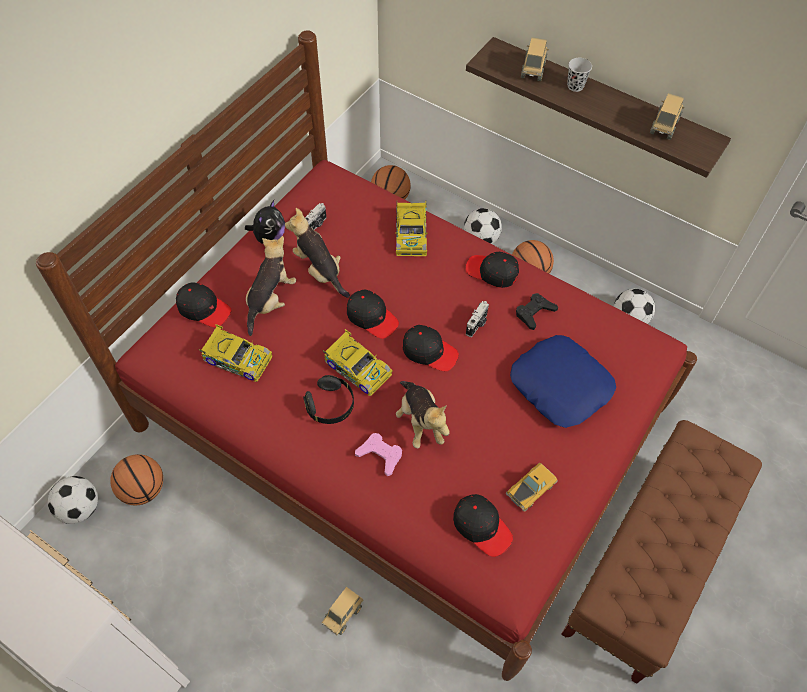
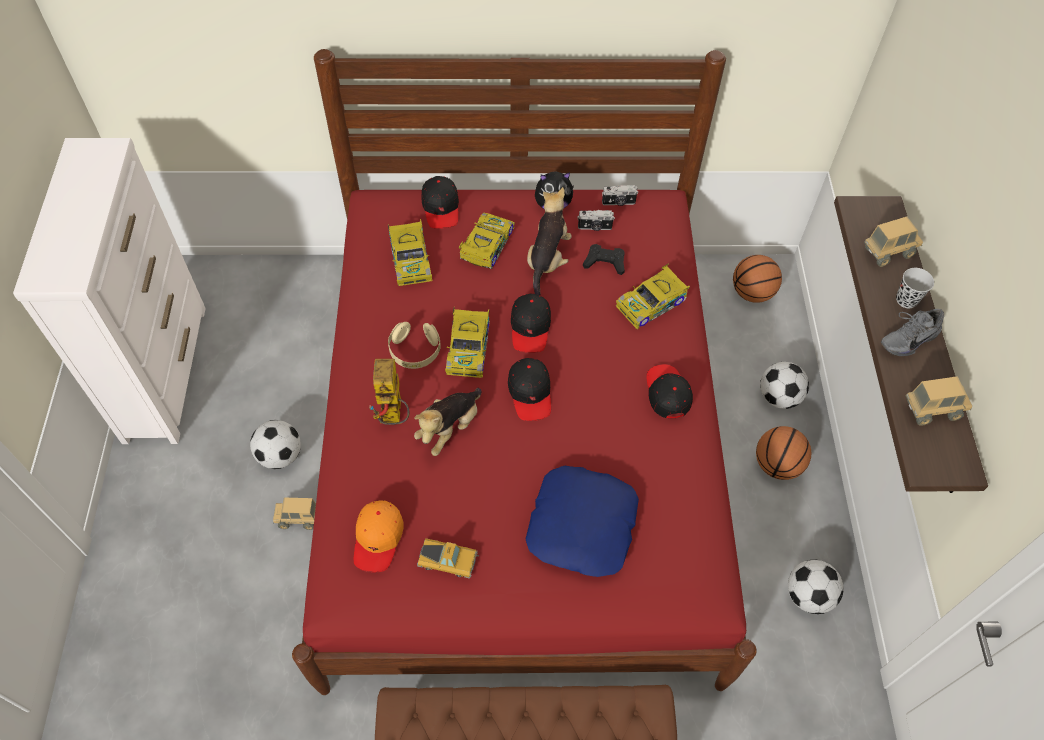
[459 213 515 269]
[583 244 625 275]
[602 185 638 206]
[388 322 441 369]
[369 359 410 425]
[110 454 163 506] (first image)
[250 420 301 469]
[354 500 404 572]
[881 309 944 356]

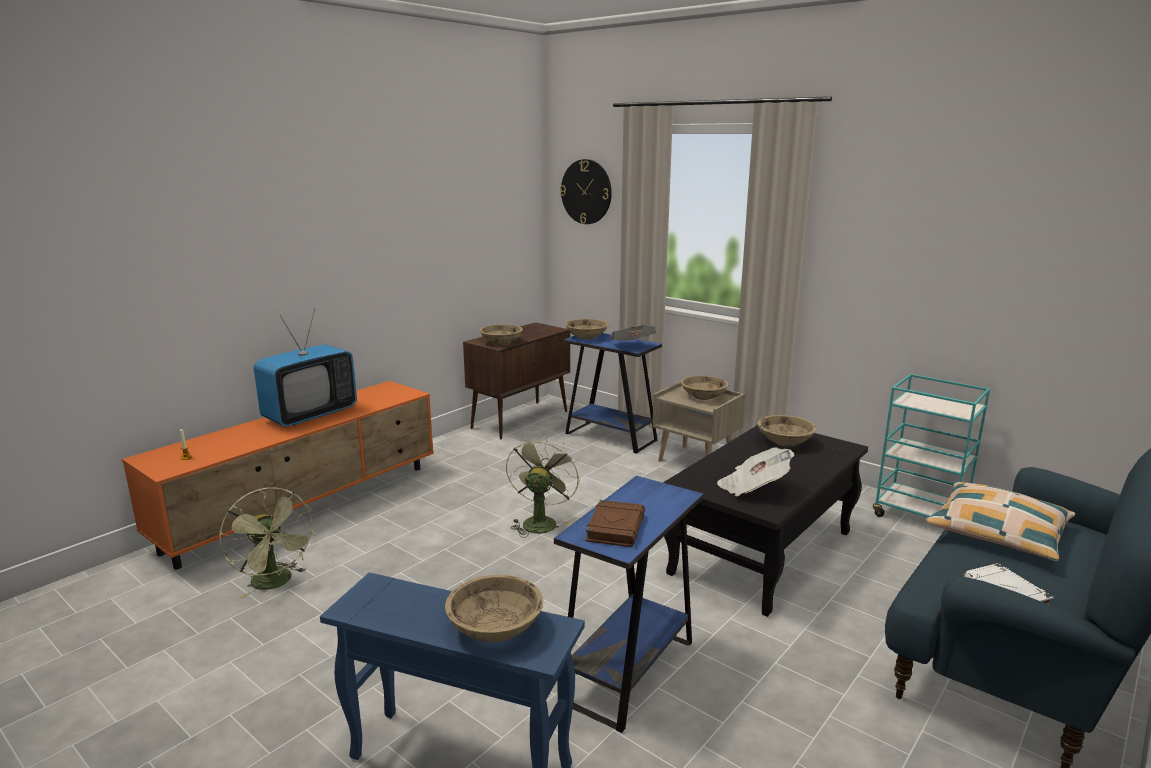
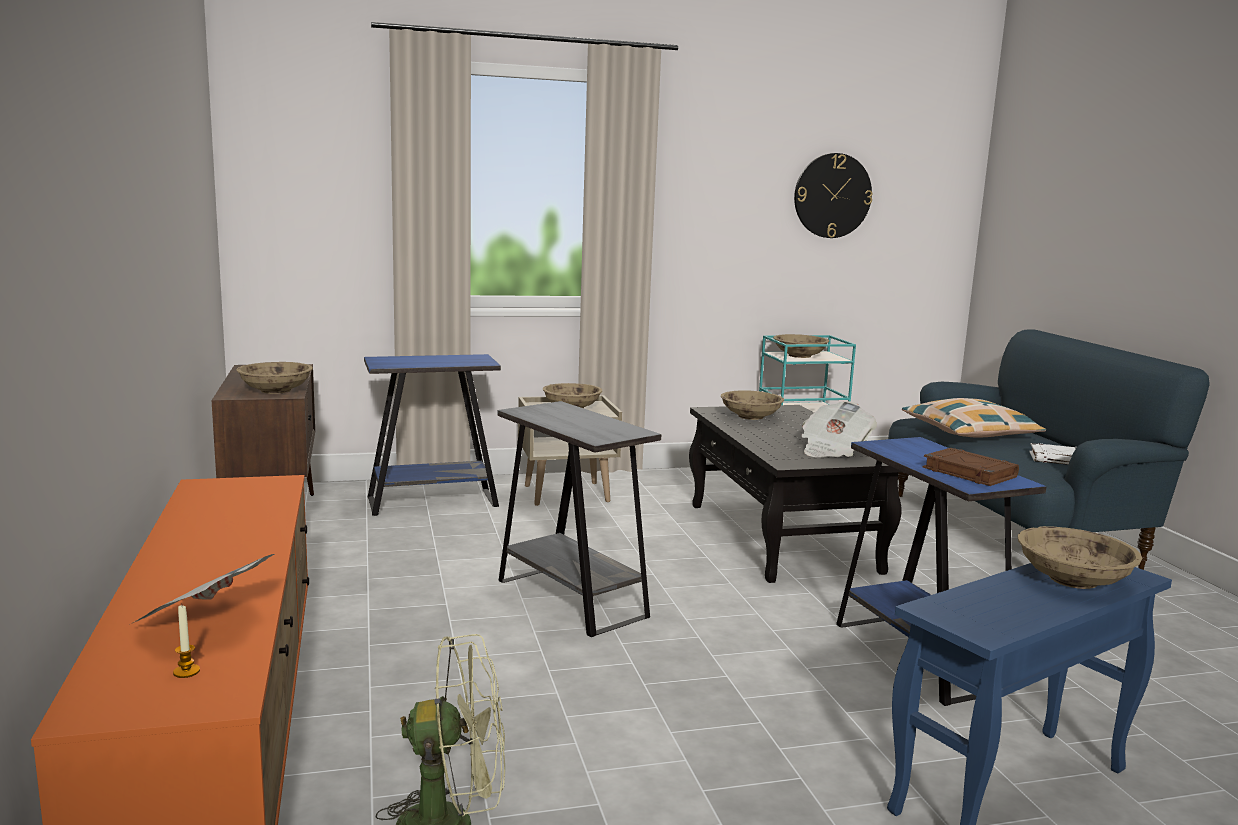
[794 153 873 238]
[254 309 357 427] (first image)
[773 334 829 358]
[131 554 274 624]
[498 401 661 637]

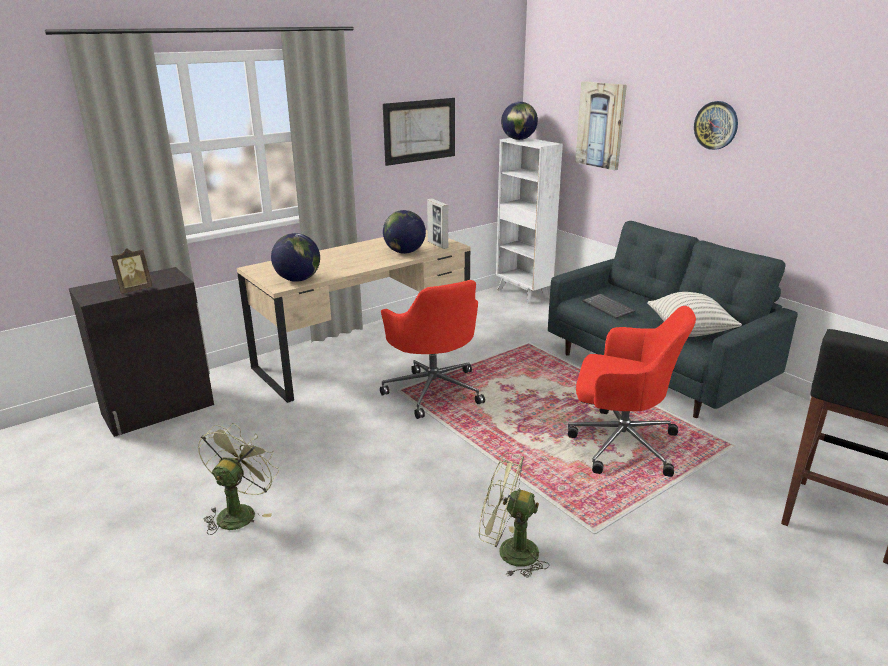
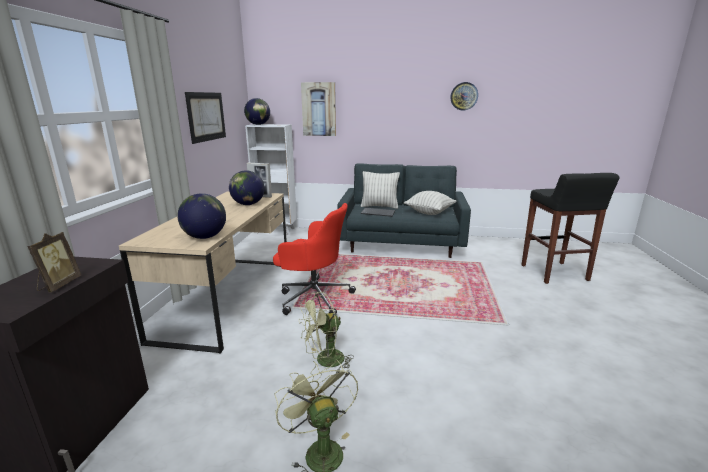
[450 82 478 110]
[568 306 696 477] (first image)
[299 292 354 373]
[361 171 400 209]

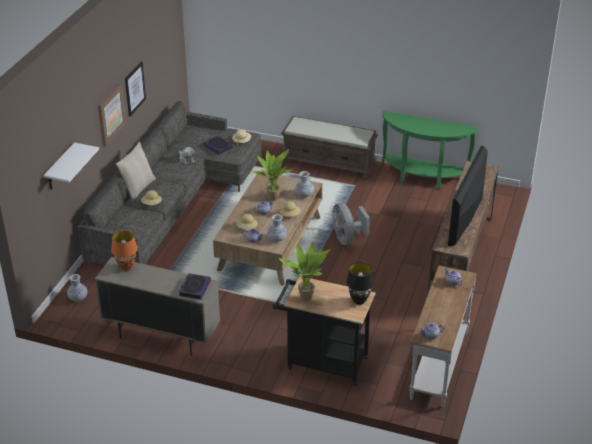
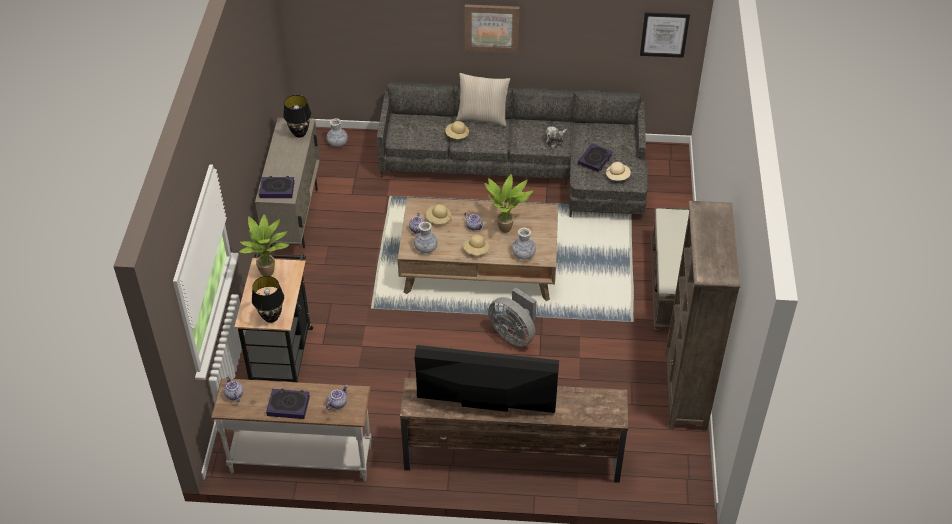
[640 12 690 58]
[665 201 741 431]
[43 142 99 190] (first image)
[488 287 537 347]
[283 95 311 138]
[266 389 310 419]

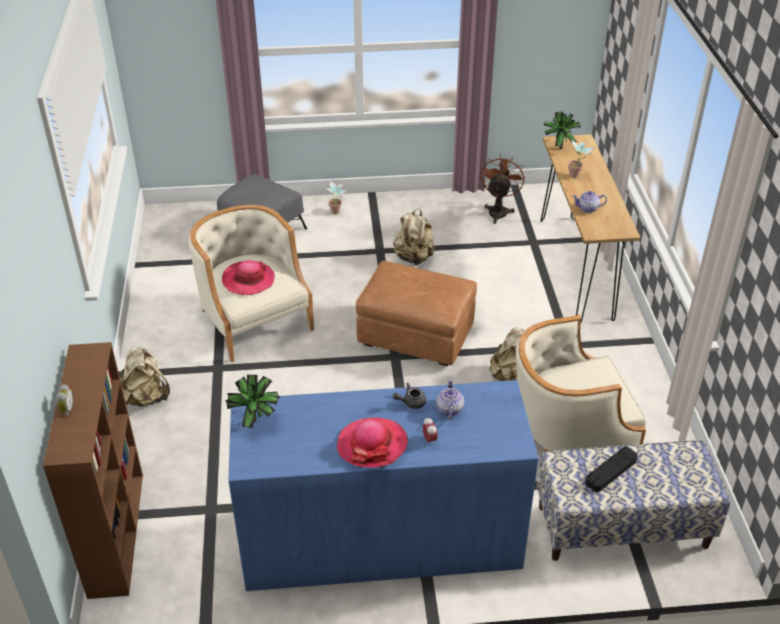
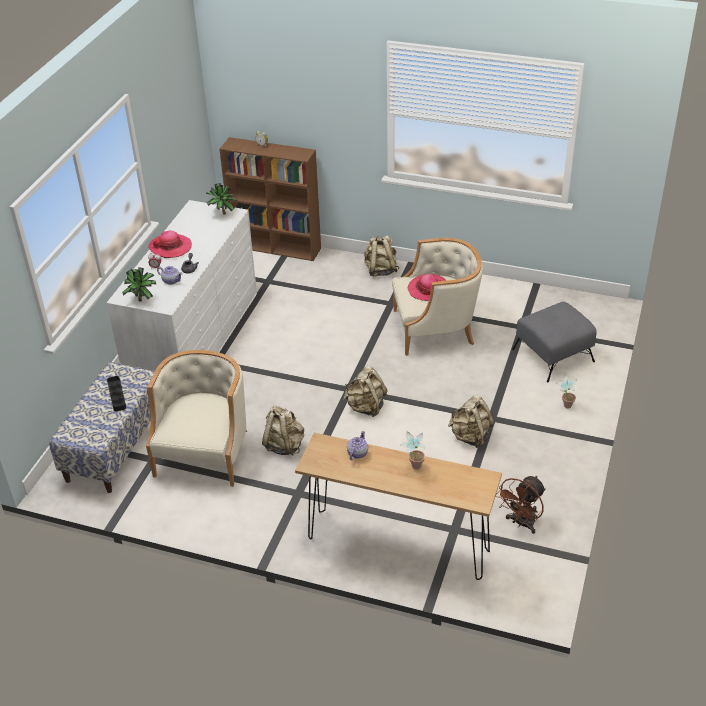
[122 267 156 302]
[496 476 546 534]
[343 366 388 417]
[107 200 257 371]

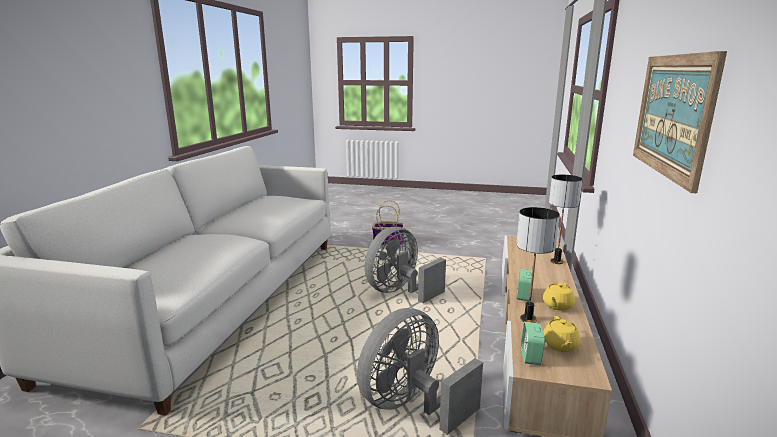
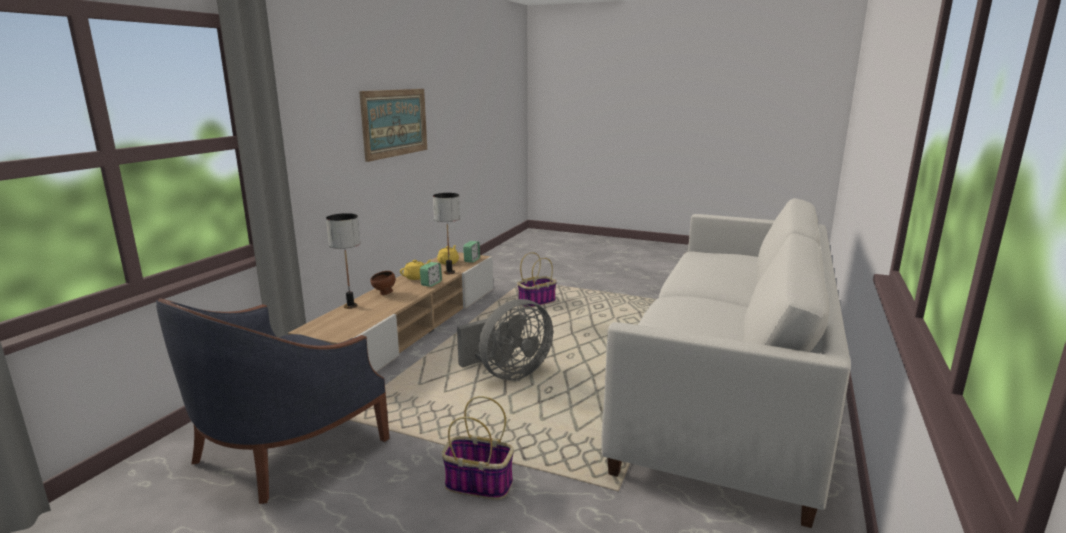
[517 252 557 308]
[370 271 395 295]
[156 298 389 504]

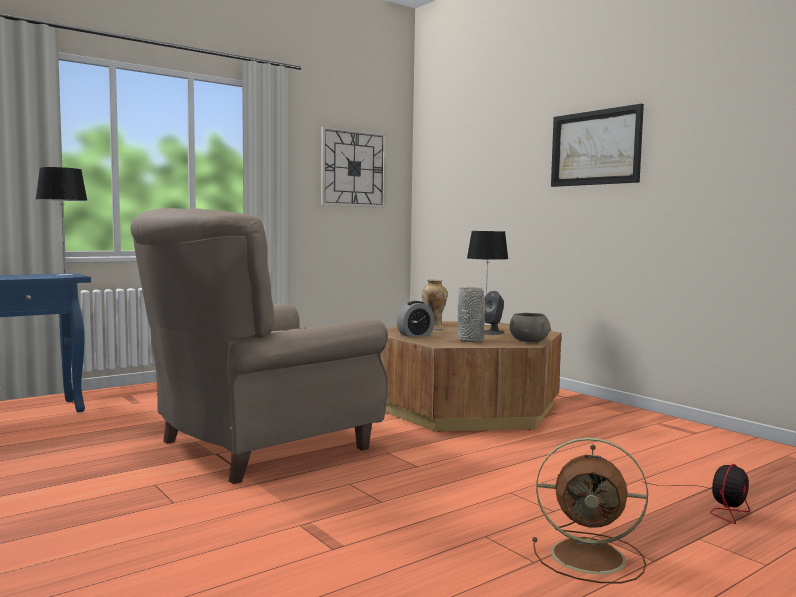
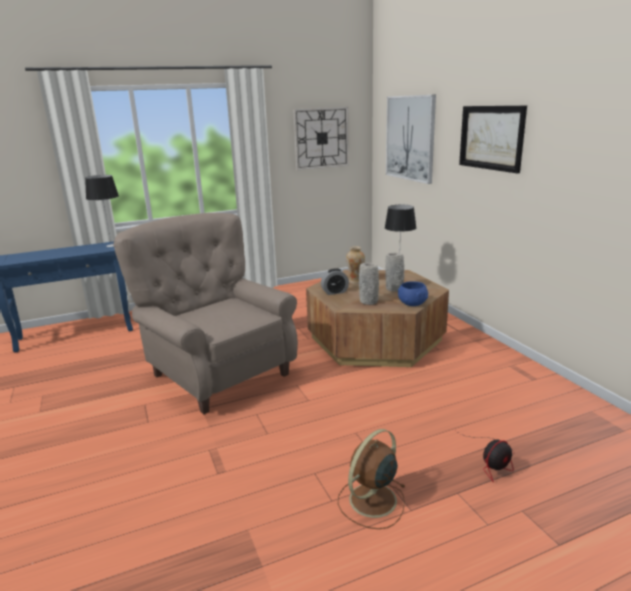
[114 213 298 414]
[385 252 404 292]
[398 281 428 306]
[338 429 406 529]
[386 95 436 184]

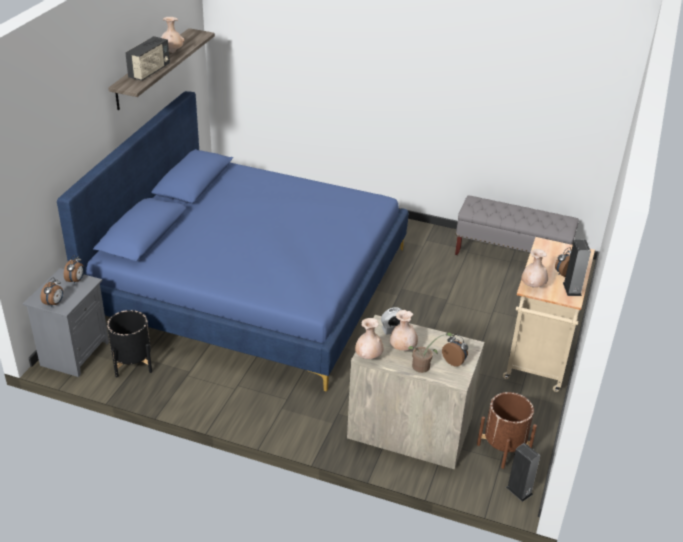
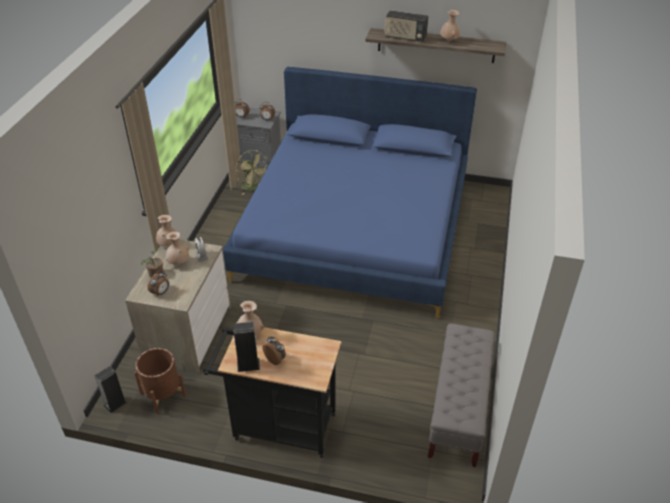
[203 327 341 458]
[235 150 268 195]

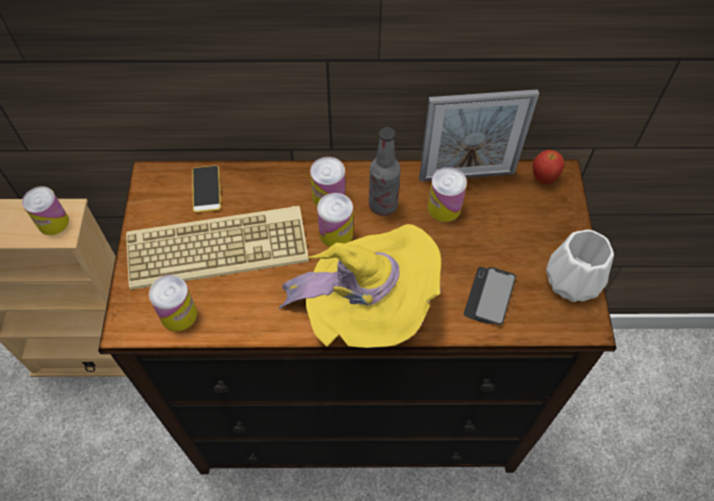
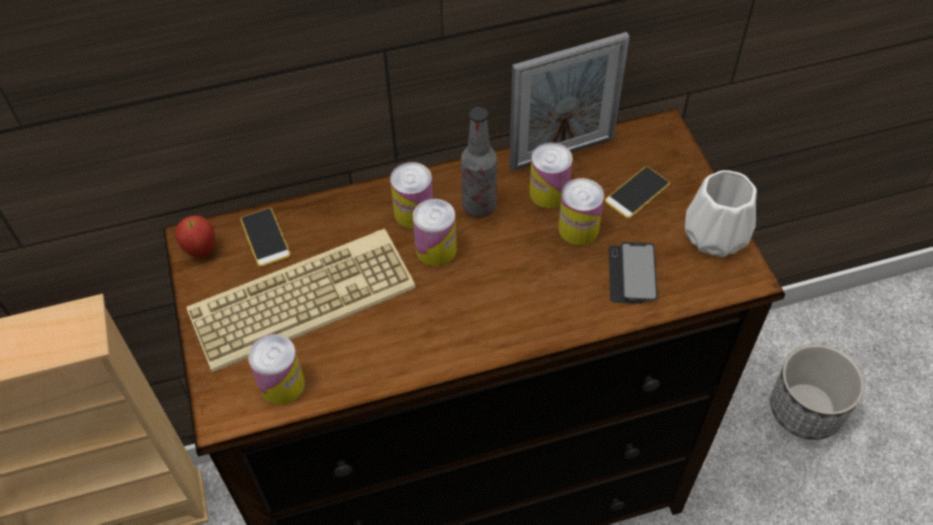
[175 215 215 258]
[558 178 604 245]
[279 224 441 348] (first image)
[605 167 670 219]
[771 344 864 440]

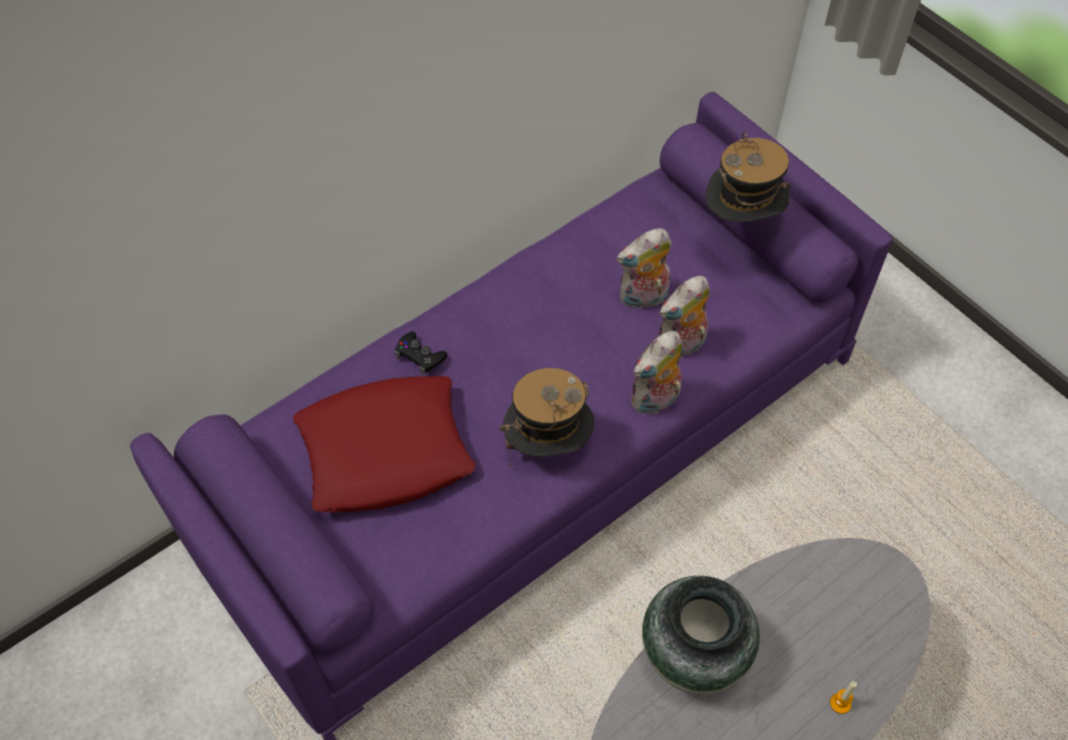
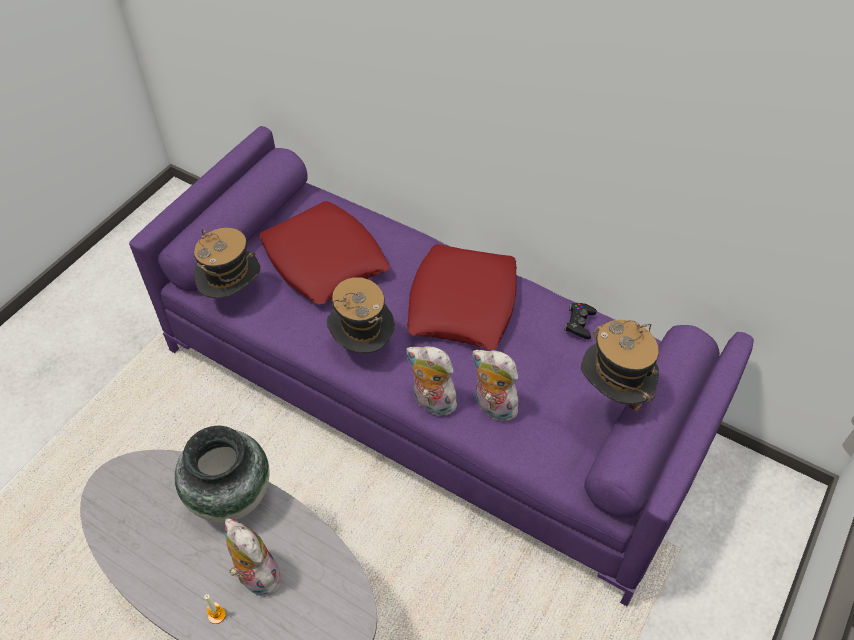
[225 518 284 596]
[564 303 597 339]
[194 228 261 298]
[407 244 517 350]

